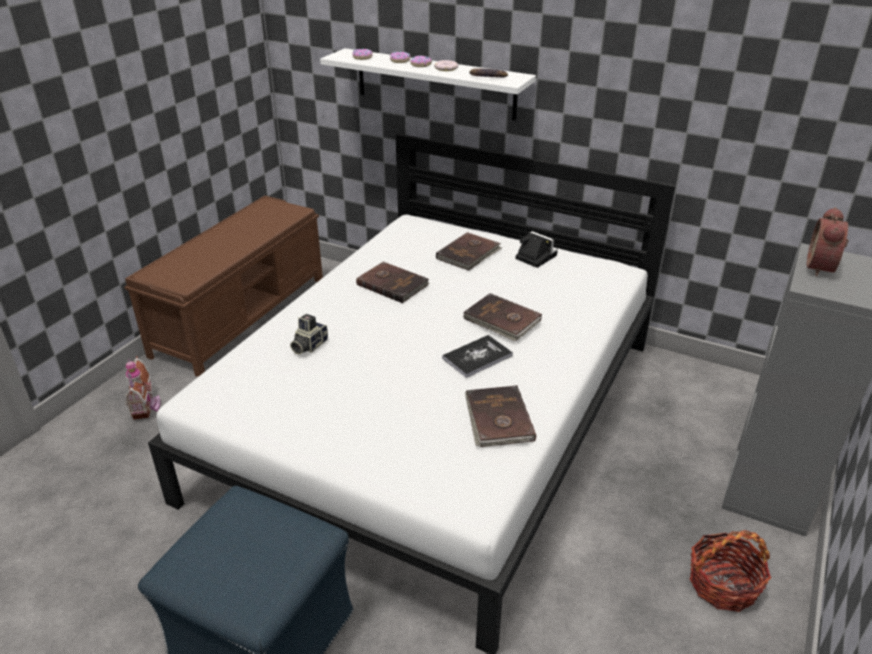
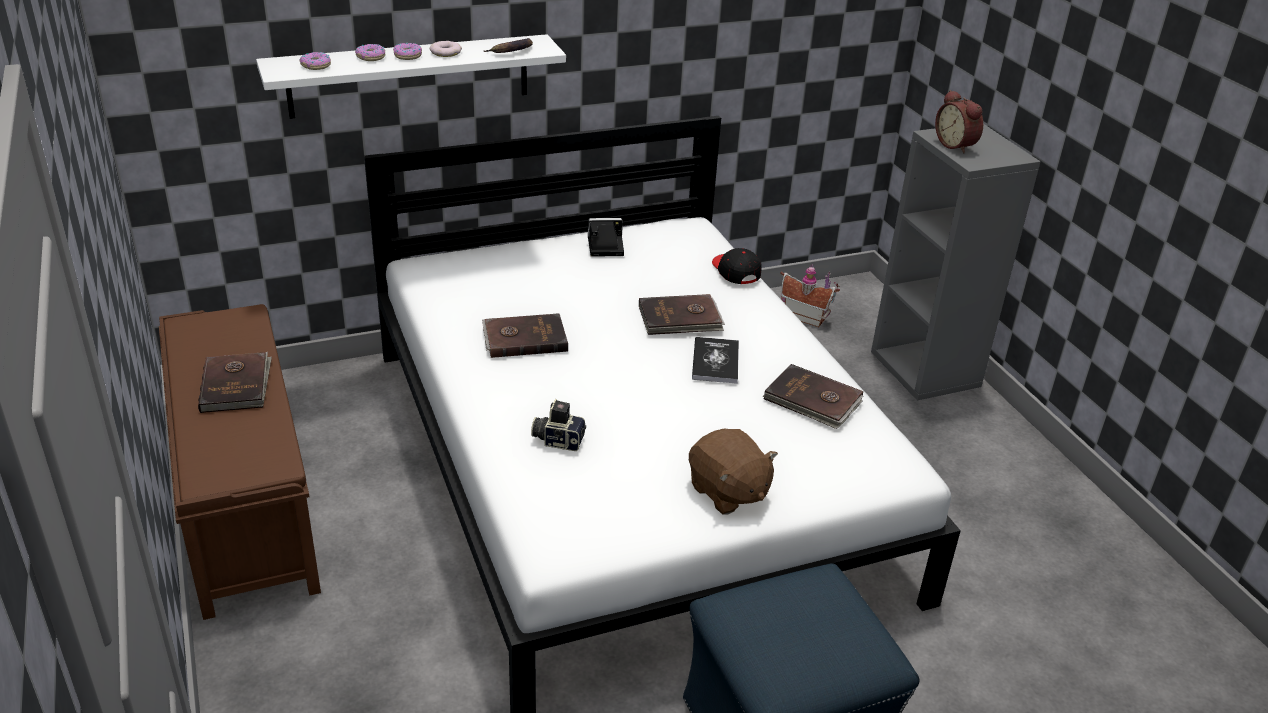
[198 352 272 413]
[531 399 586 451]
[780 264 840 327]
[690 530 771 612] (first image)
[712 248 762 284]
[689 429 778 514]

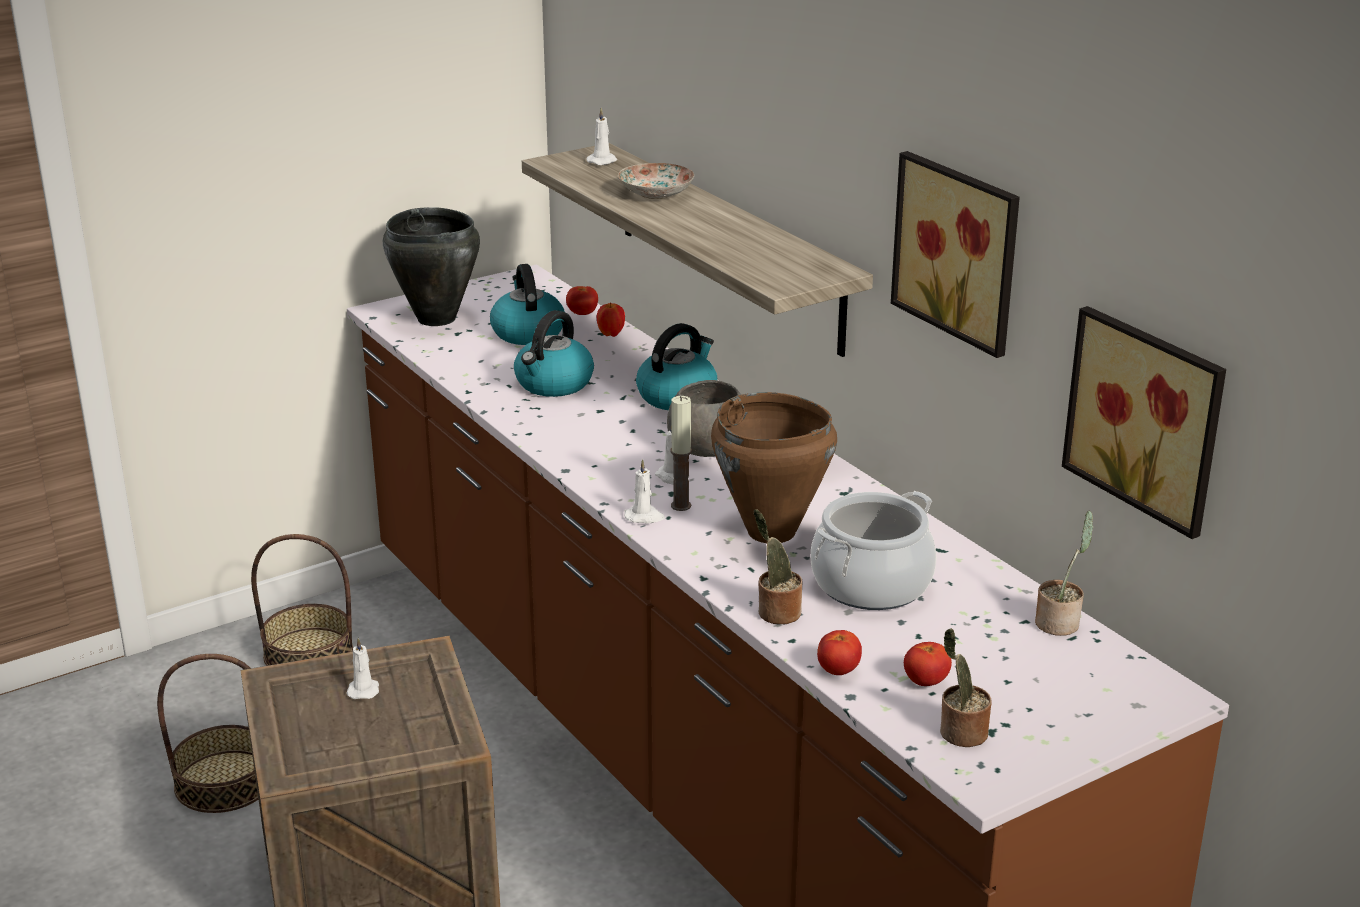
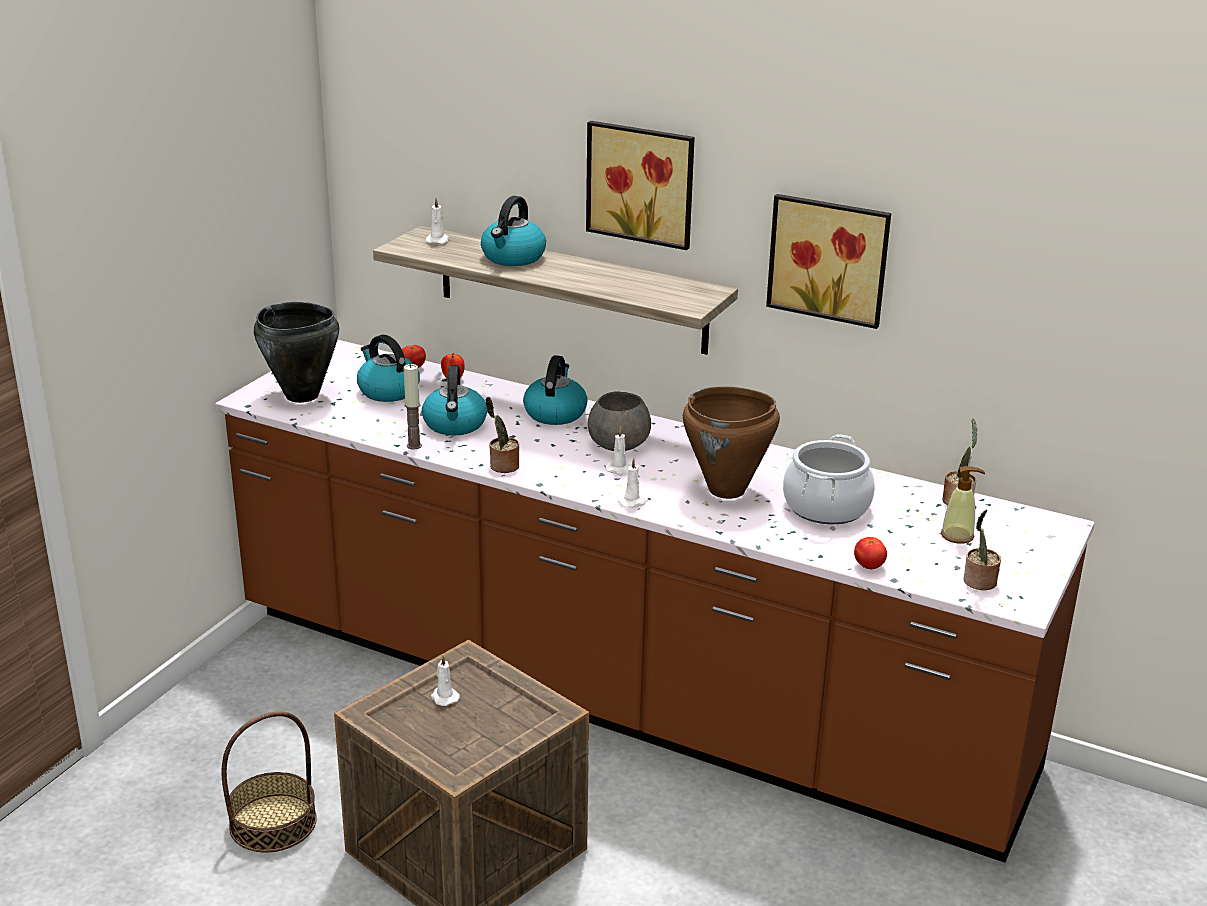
[481 196 546 266]
[586 121 695 250]
[404 364 422 450]
[485 397 519 473]
[251 534 353 666] (first image)
[904 642 952 686] (first image)
[941 466 985 544]

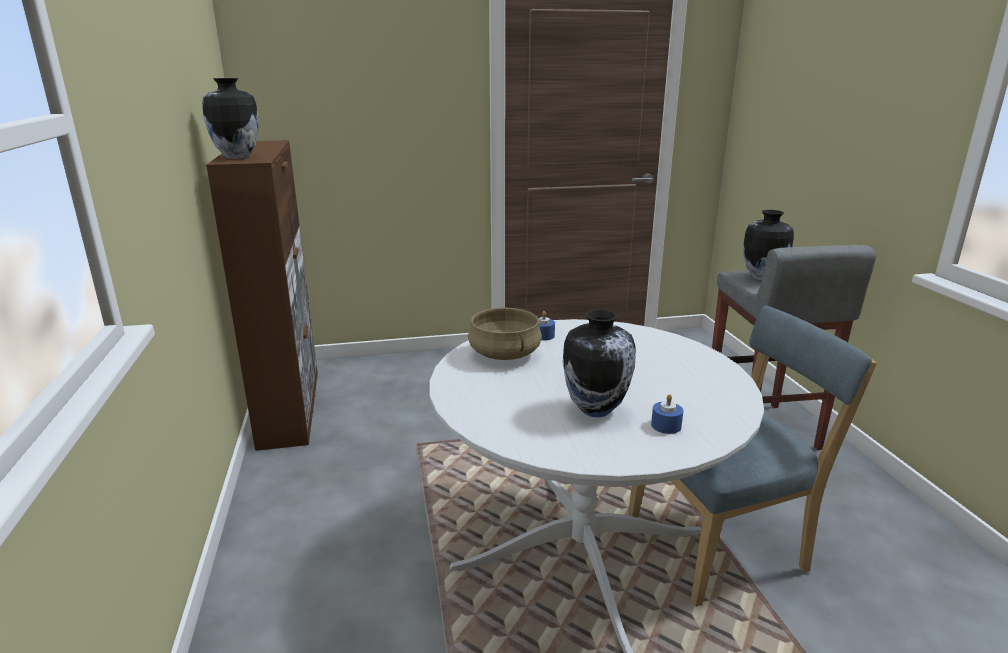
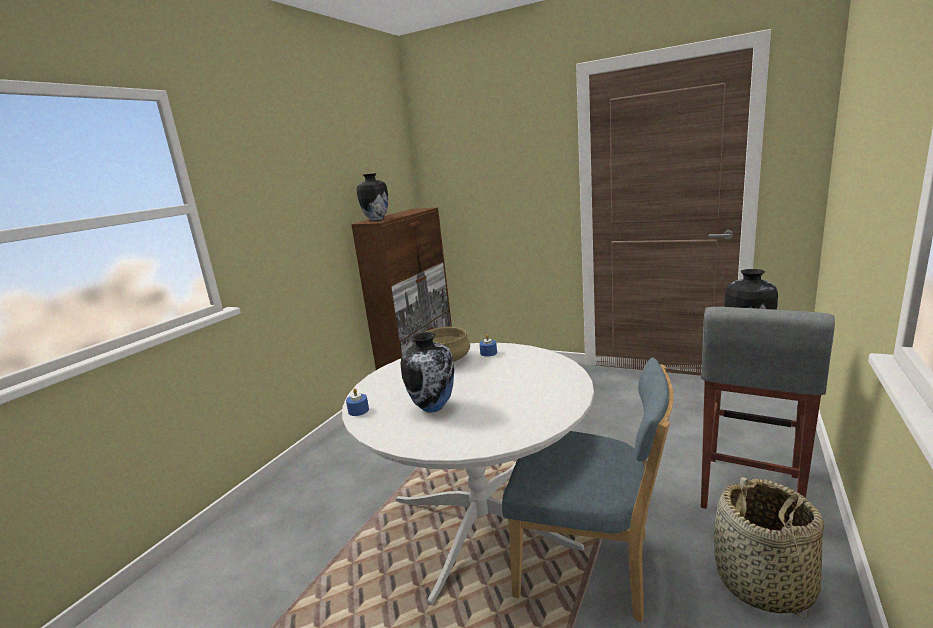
[346 388 369 416]
[714 477 824 619]

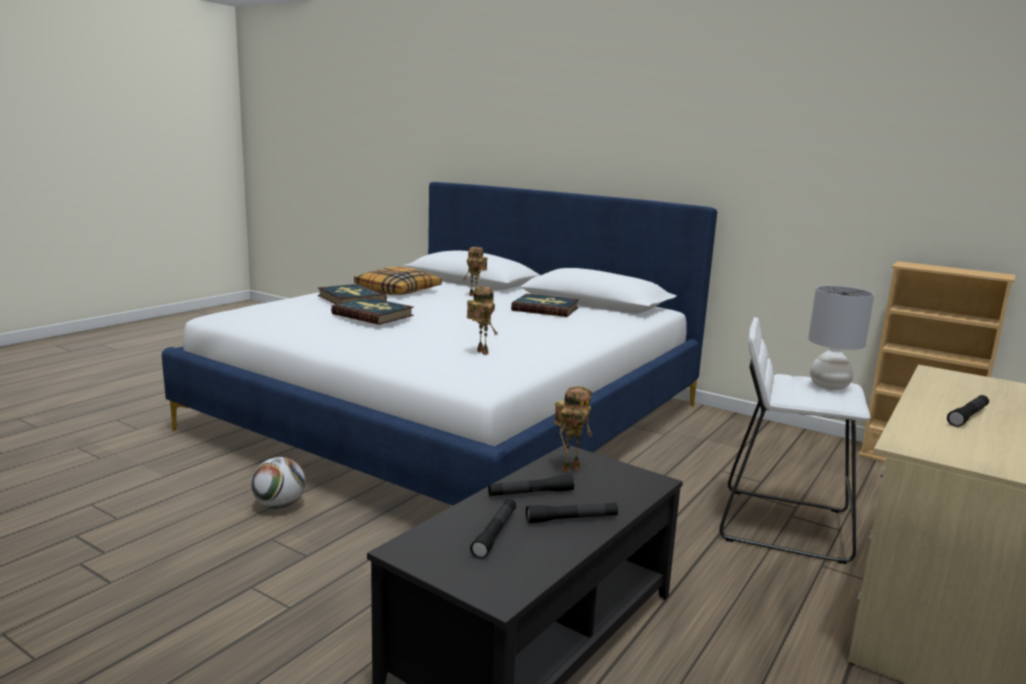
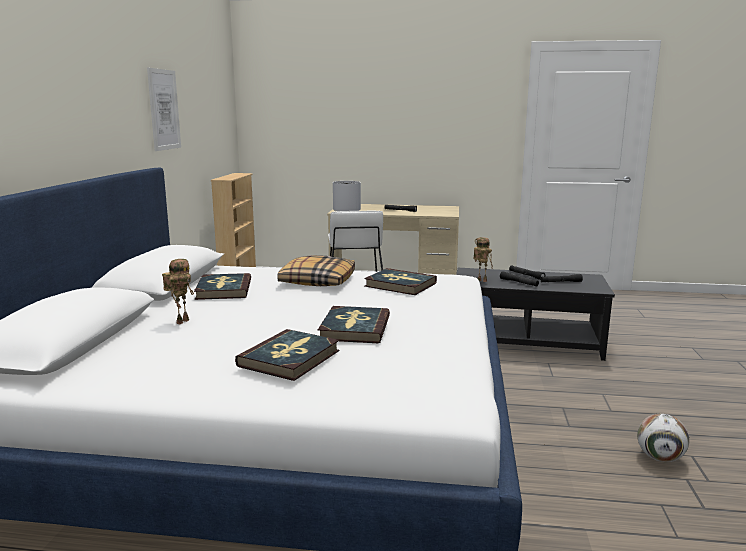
[277 255 355 286]
[364 268 437 295]
[637 414 689 462]
[147 68 181 151]

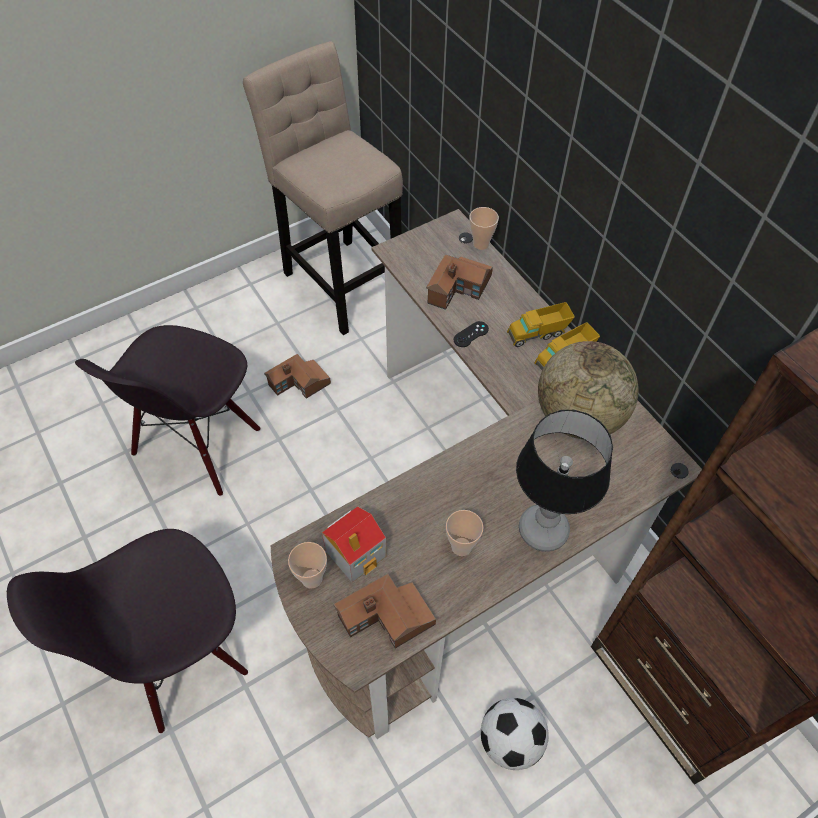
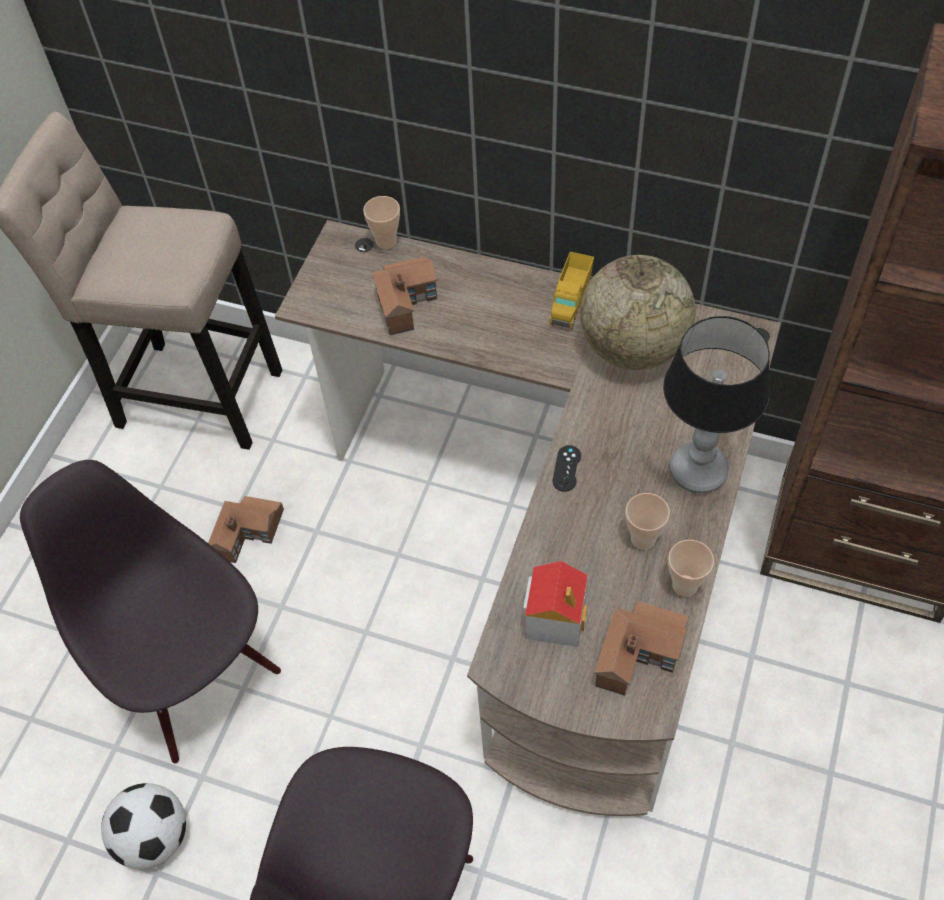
[507 302 575 347] (first image)
[552 445 581 492]
[20 460 281 764]
[668 540 714 597]
[101 783 186 869]

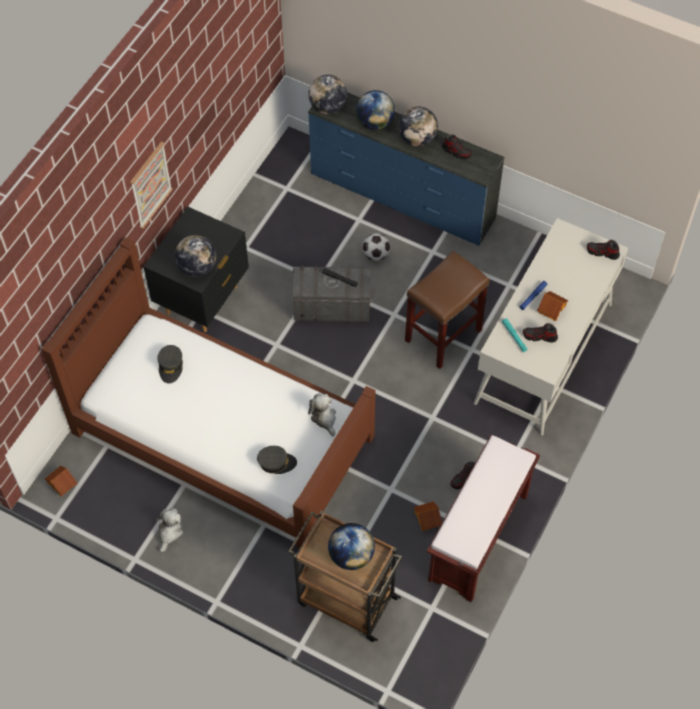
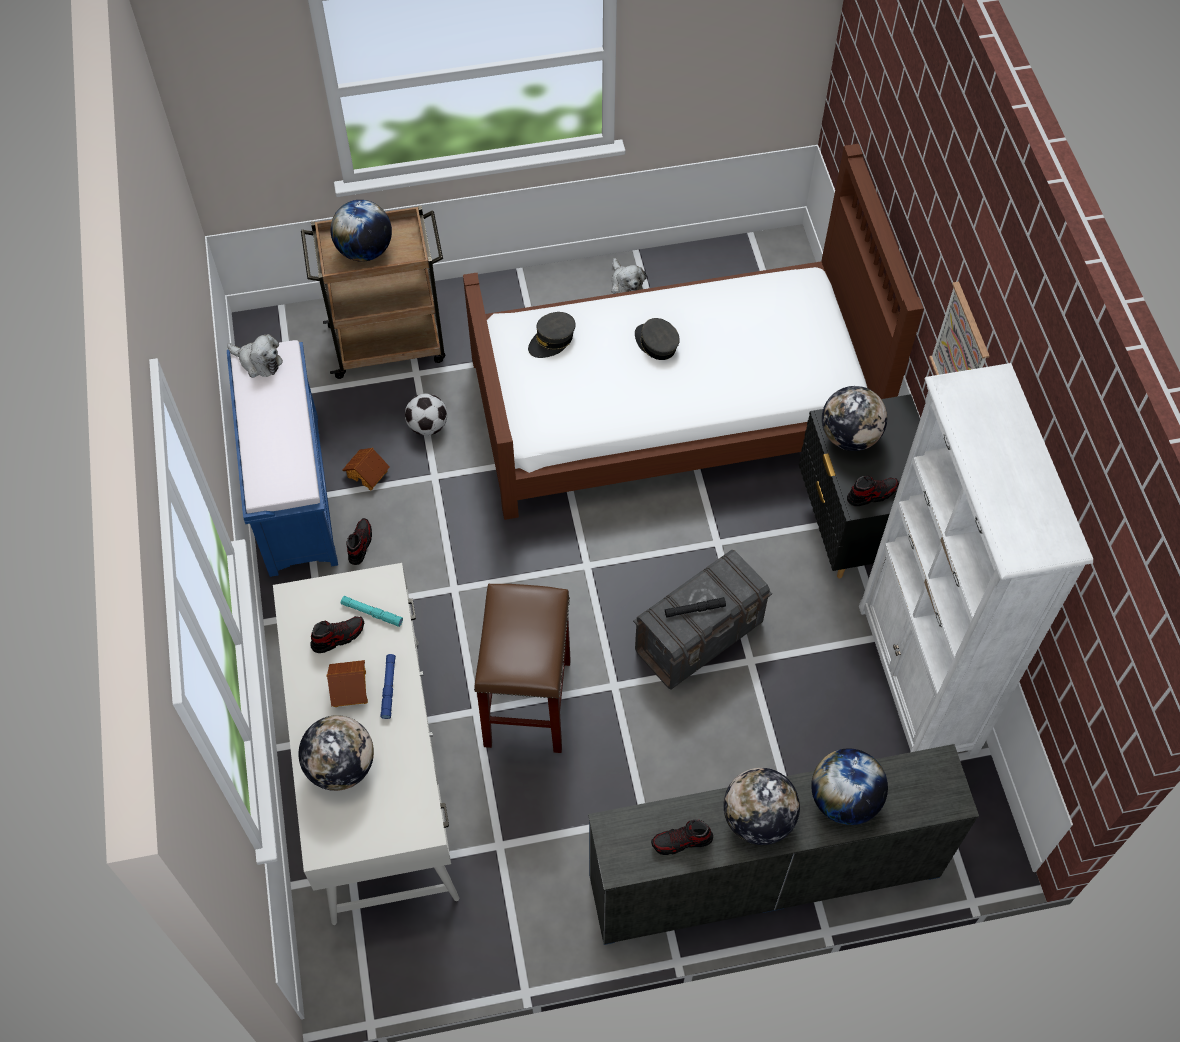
[299 715 374 791]
[405 393 447 436]
[847 475 899 506]
[635 318 680 360]
[227 334 283 378]
[227 340 338 577]
[45 466 77 496] (first image)
[859 363 1093 755]

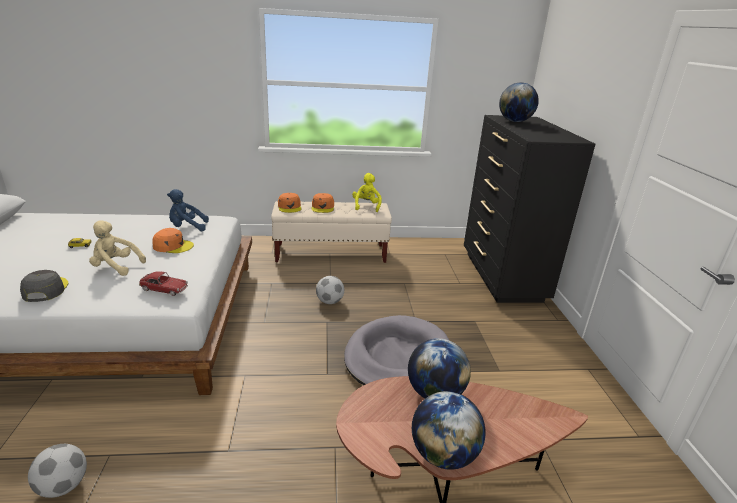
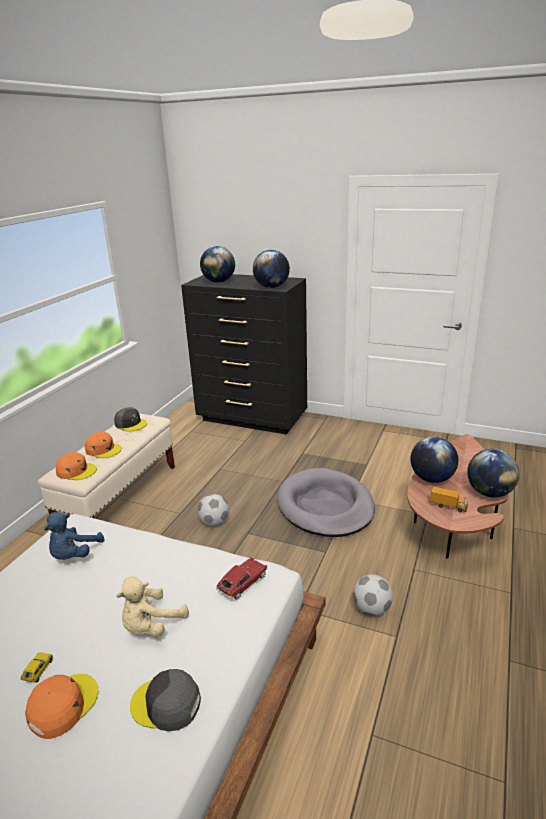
[114 407 147 431]
[25 674 98 739]
[353 574 393 616]
[253 250 290 288]
[430 486 468 512]

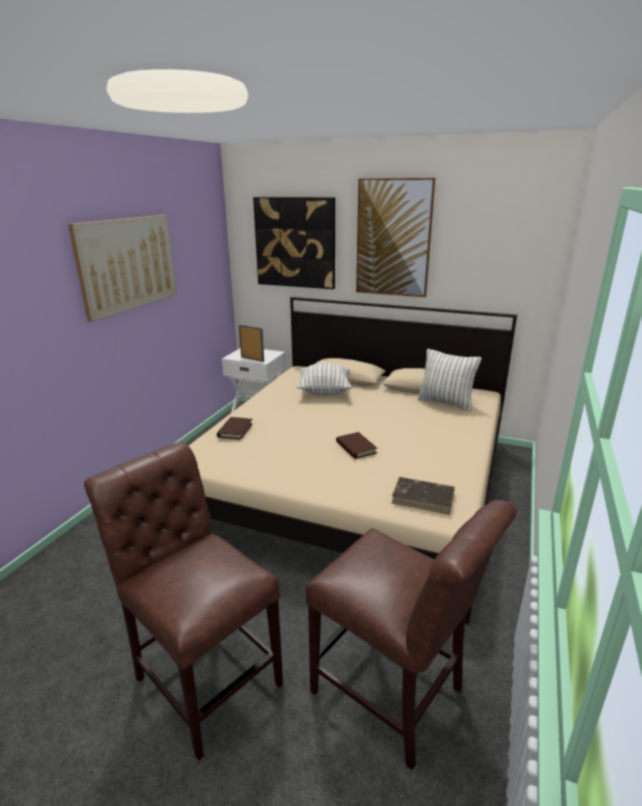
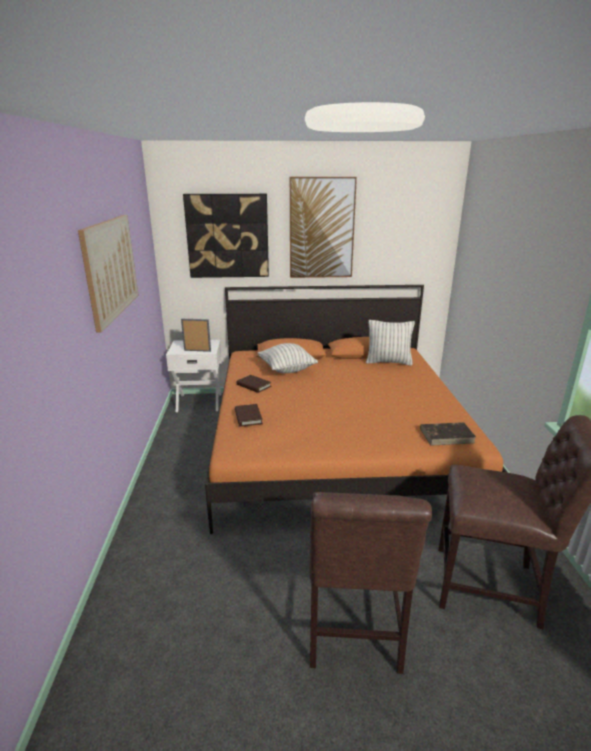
[205 285 508 534]
[237 375 272 393]
[309 492 432 674]

